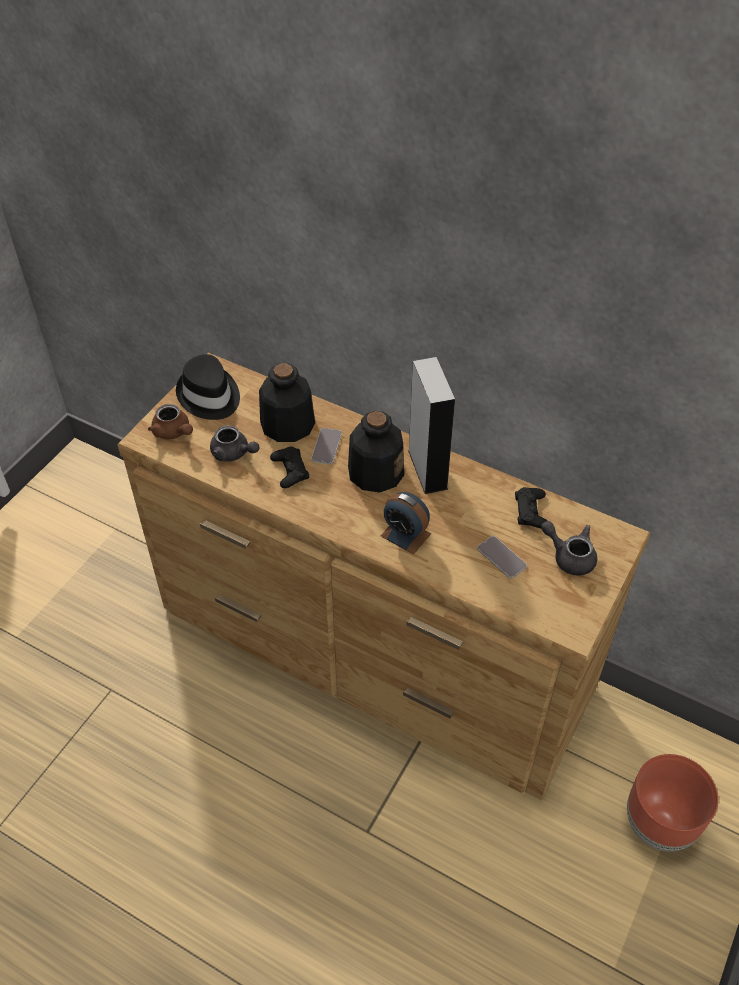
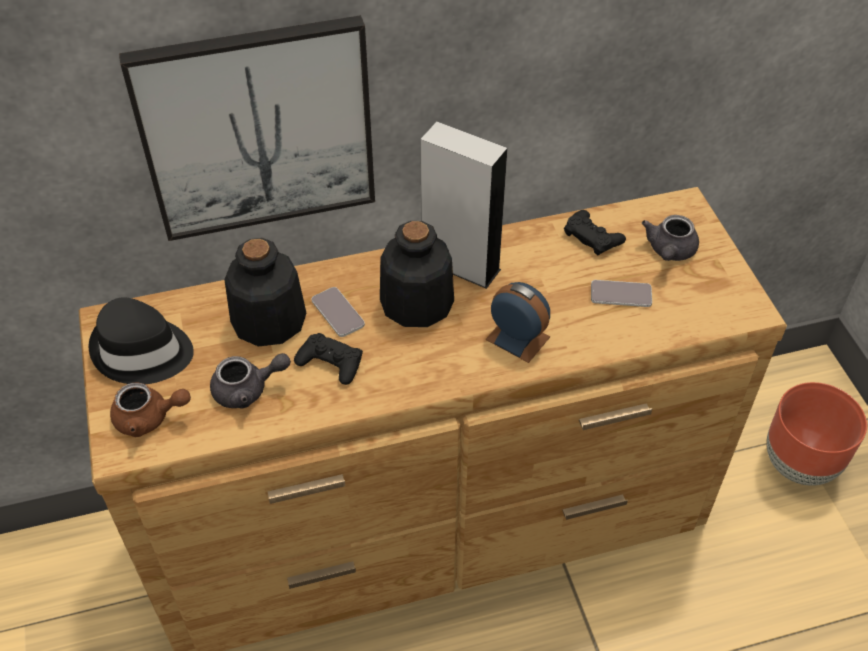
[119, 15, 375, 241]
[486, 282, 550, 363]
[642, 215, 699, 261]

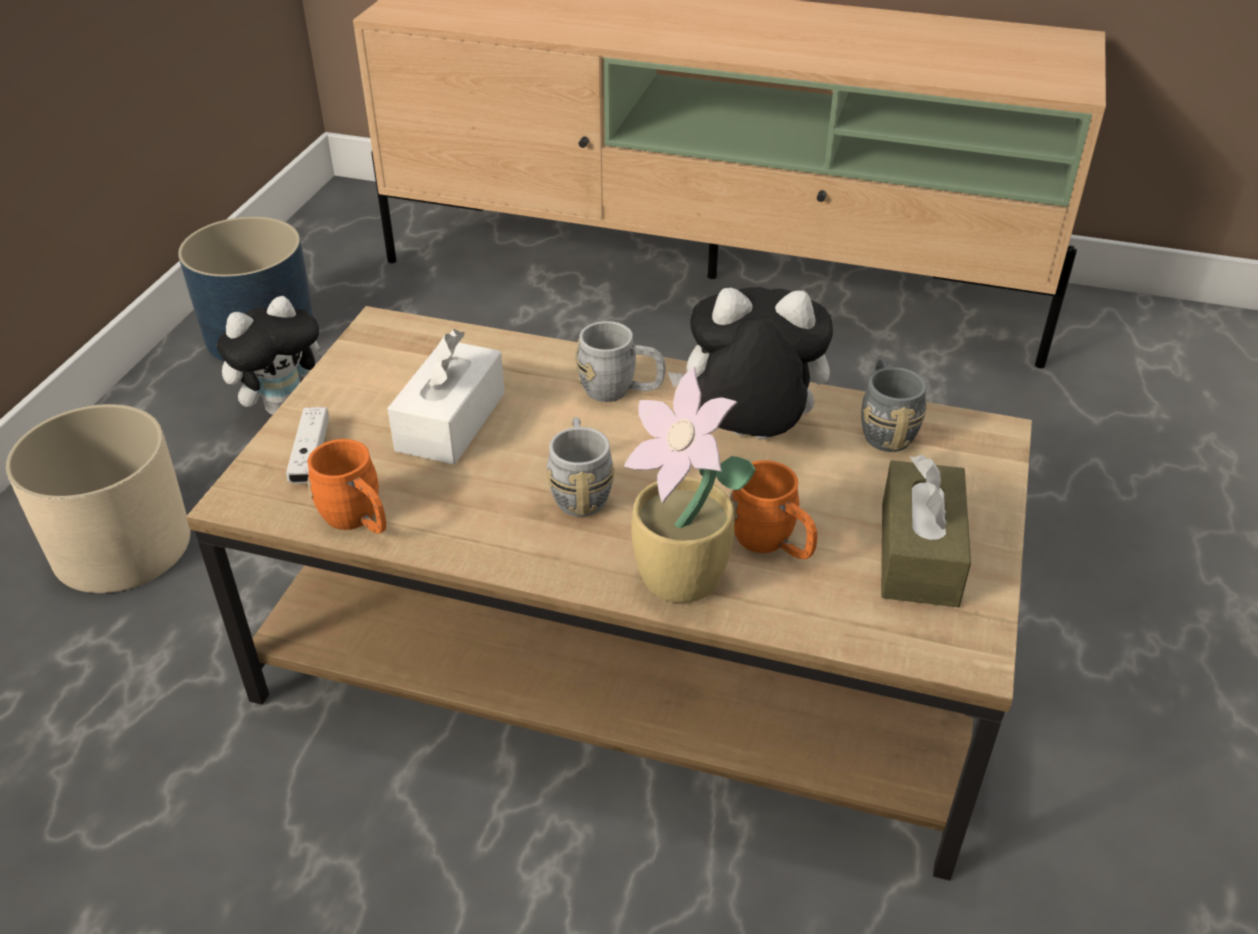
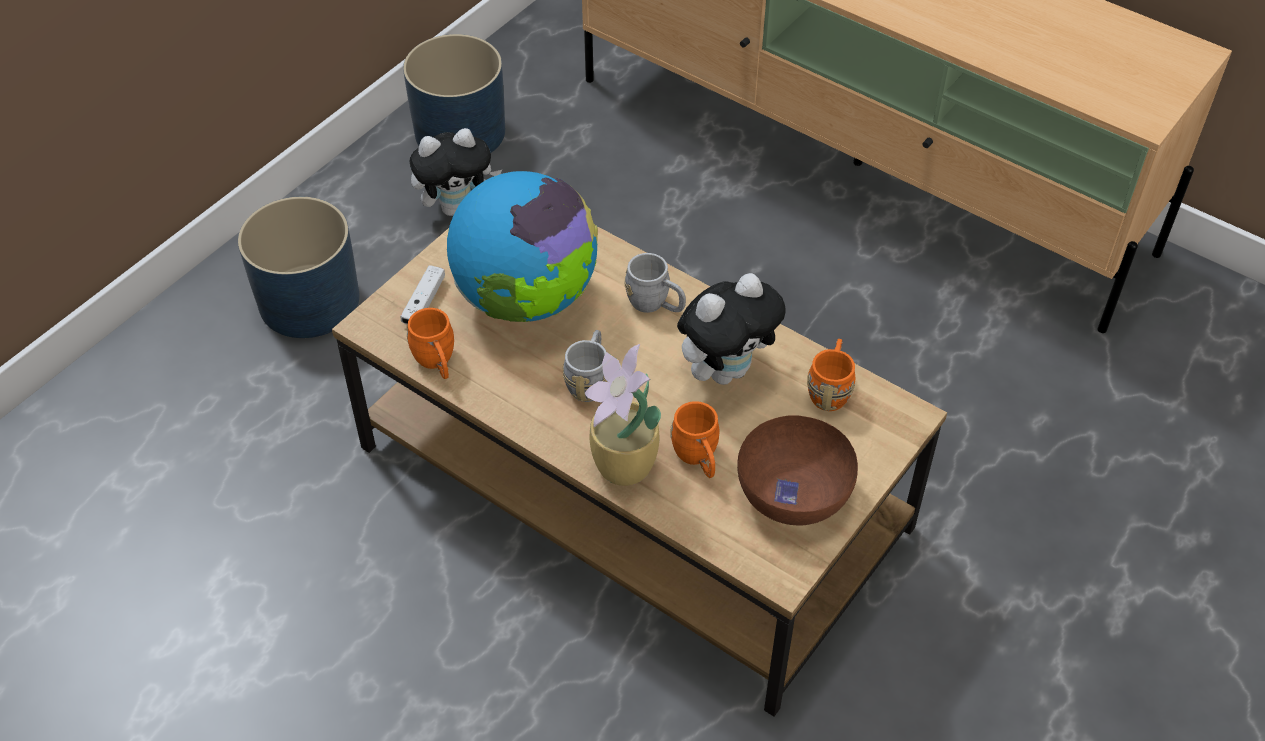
[238, 197, 360, 338]
[447, 171, 598, 322]
[677, 273, 785, 385]
[737, 415, 858, 525]
[807, 339, 856, 411]

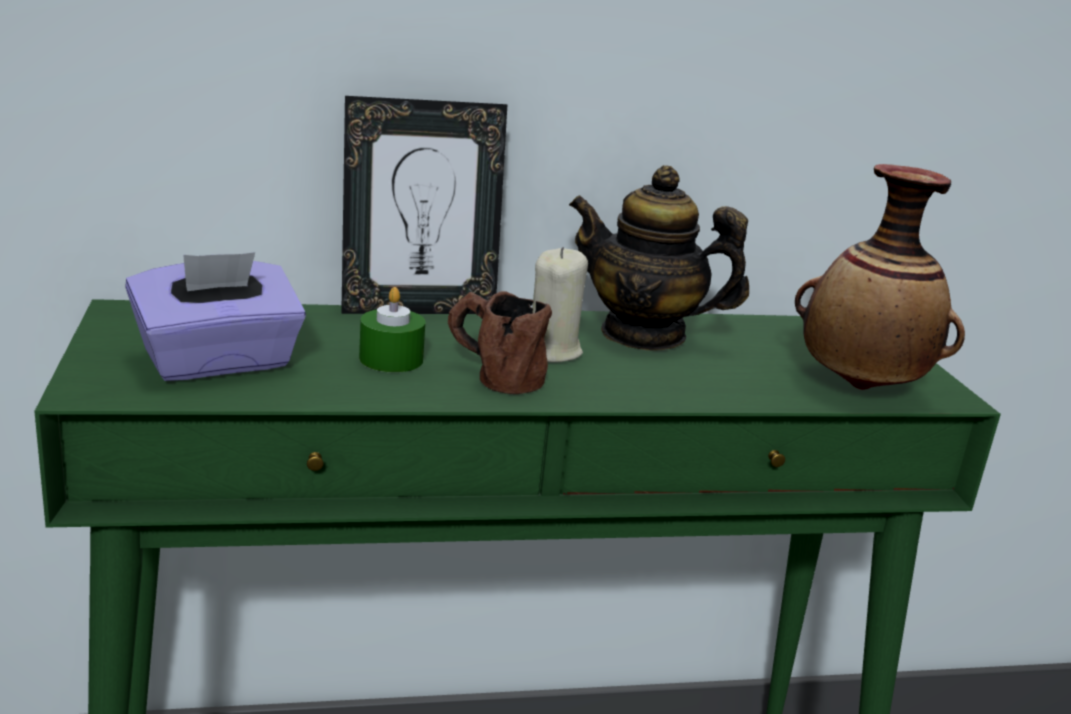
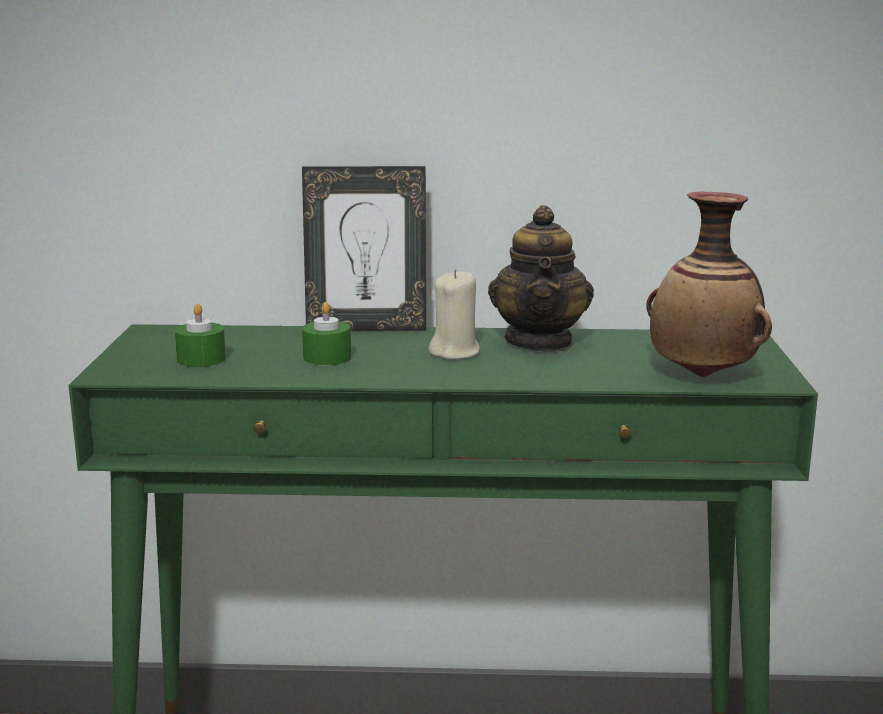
[175, 303, 226, 367]
[488, 205, 594, 352]
[448, 291, 552, 394] (first image)

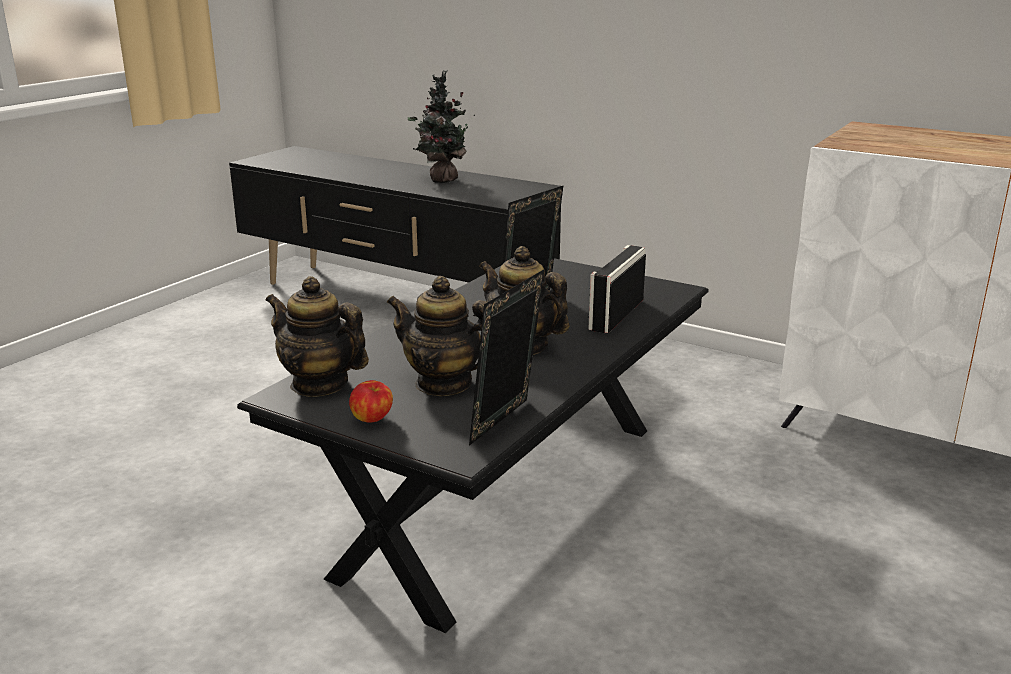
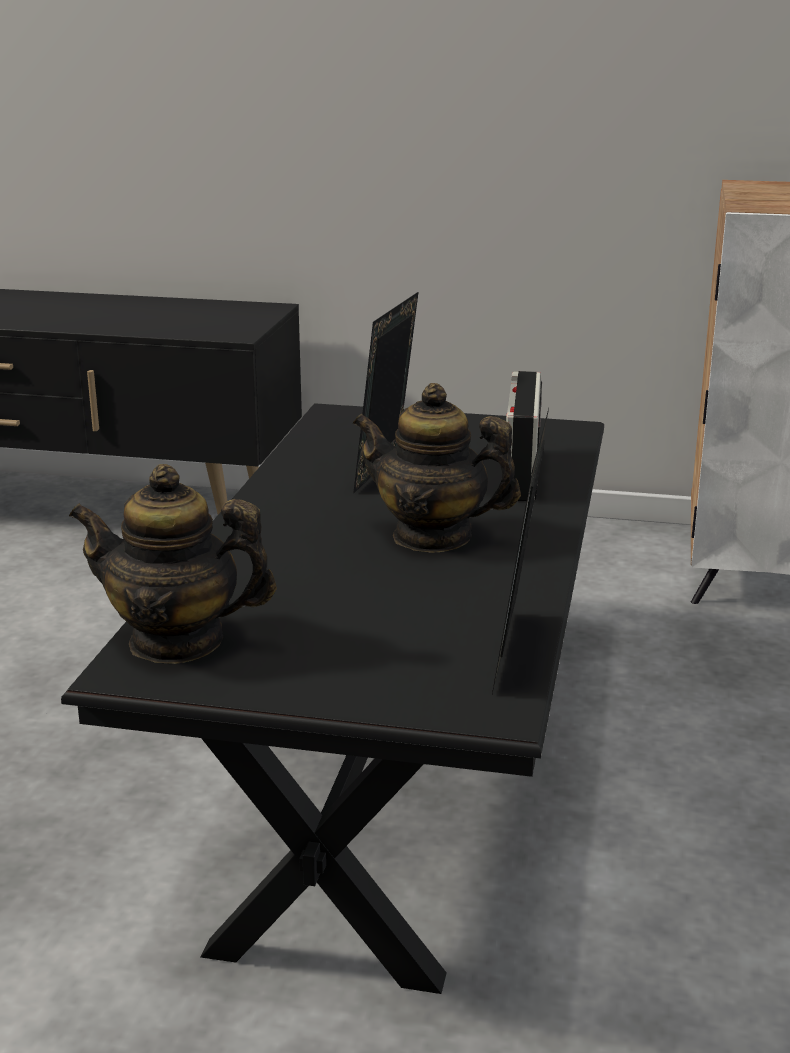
[349, 380, 393, 423] (first image)
[387, 276, 487, 396] (first image)
[408, 70, 475, 183] (first image)

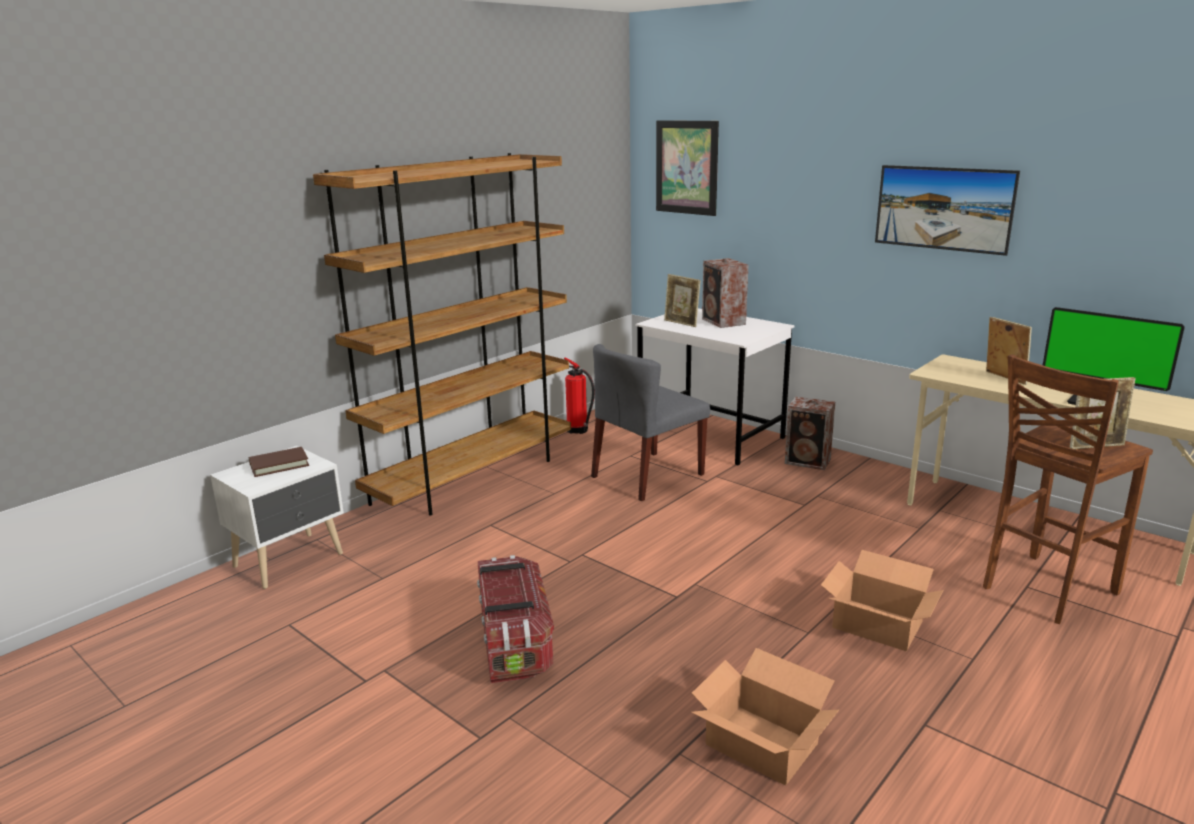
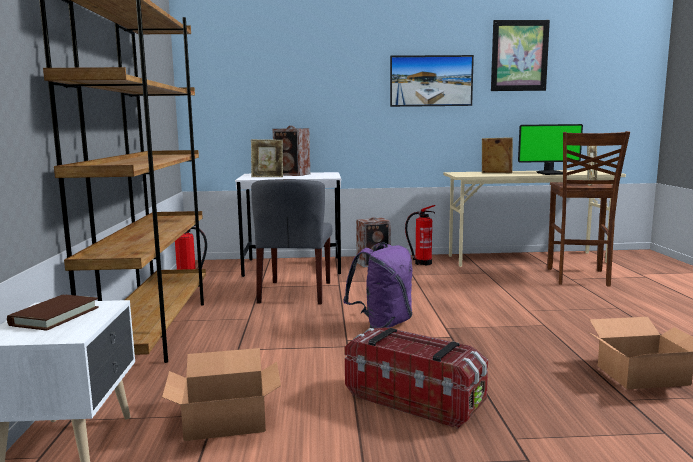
[162, 348, 281, 441]
[343, 242, 413, 328]
[405, 205, 435, 266]
[491, 20, 550, 91]

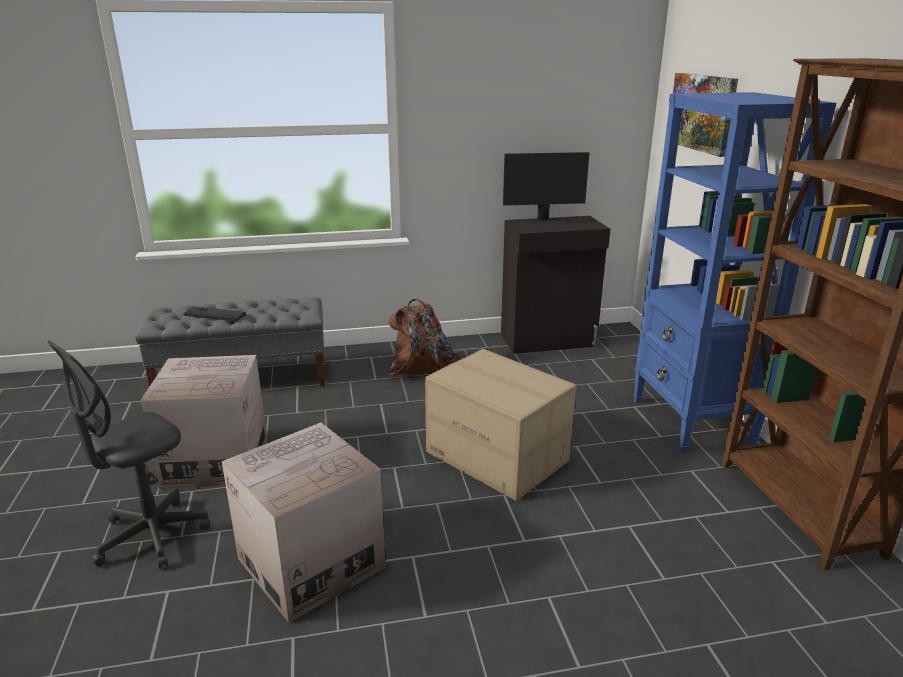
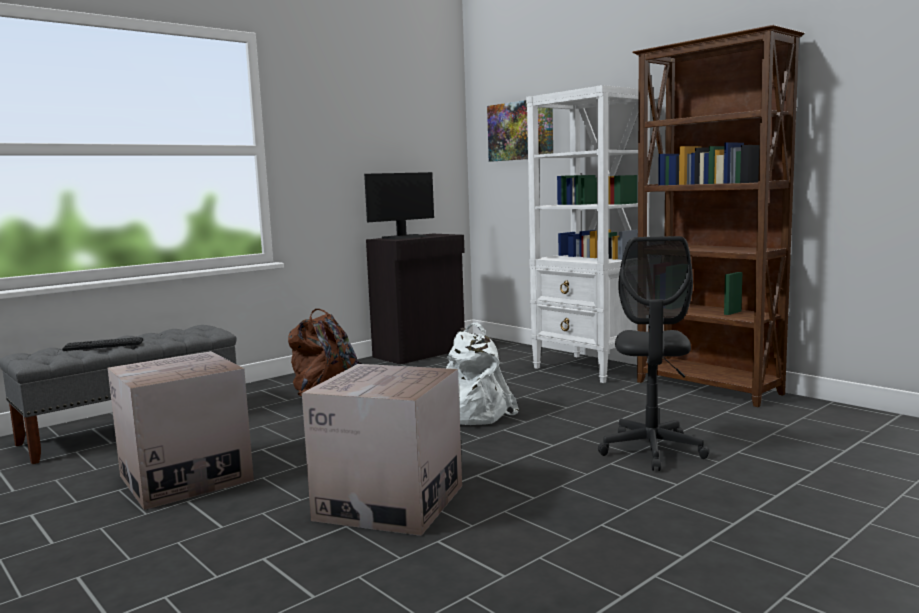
[446, 323, 519, 425]
[526, 85, 650, 383]
[598, 236, 709, 471]

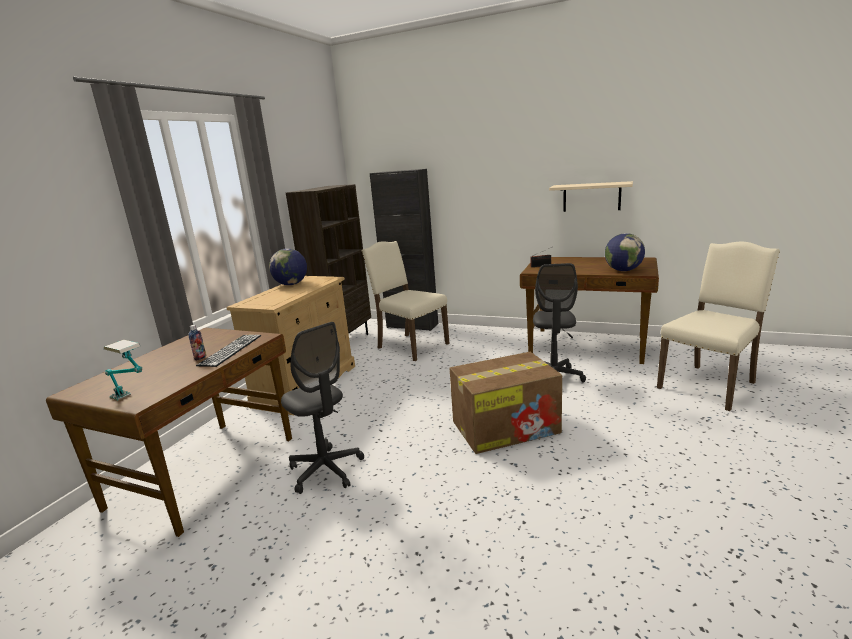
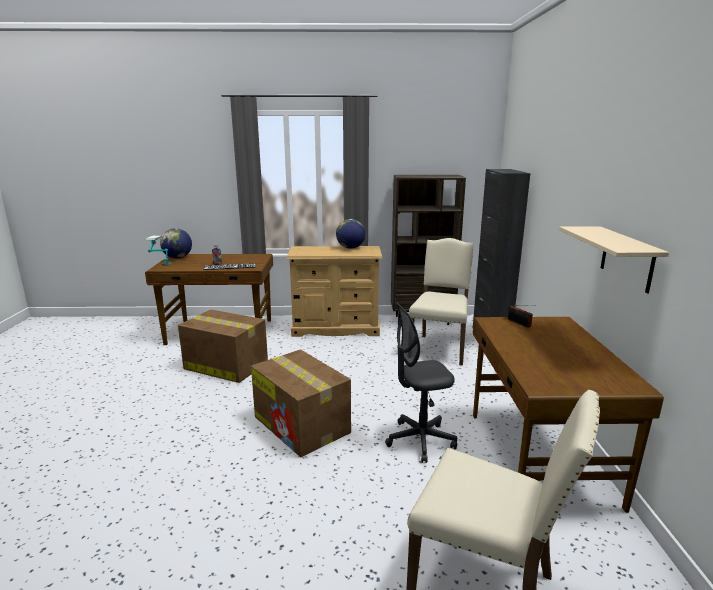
[160, 228, 192, 259]
[178, 310, 268, 383]

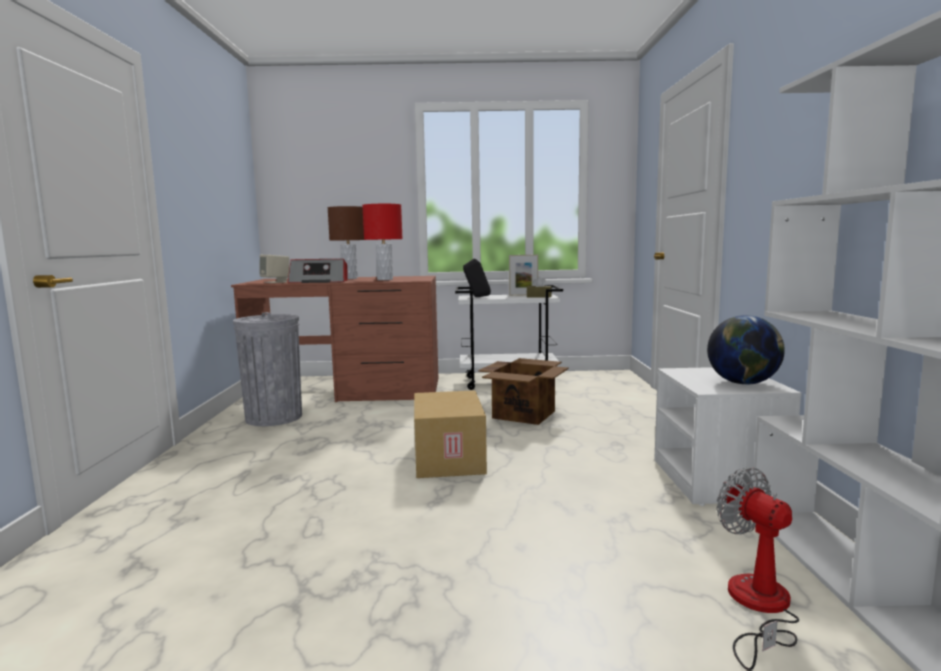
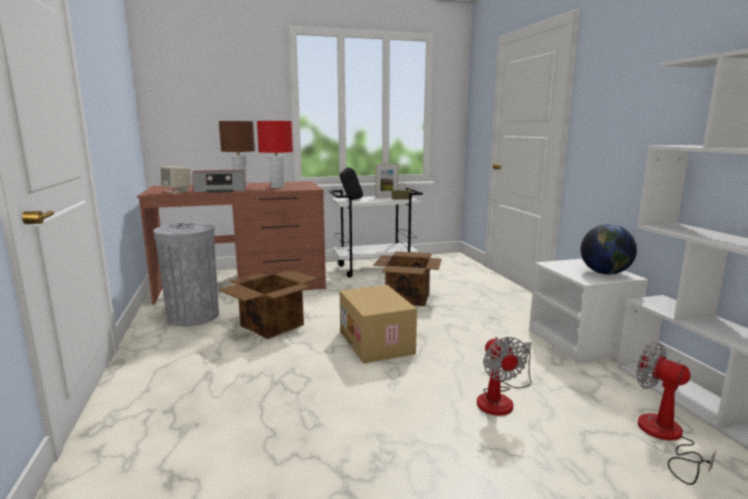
[218, 270, 318, 339]
[477, 337, 531, 416]

